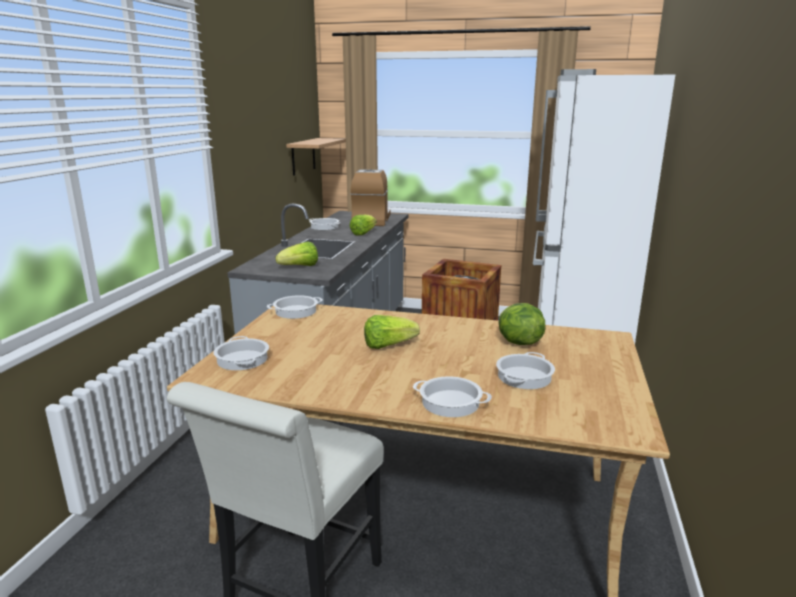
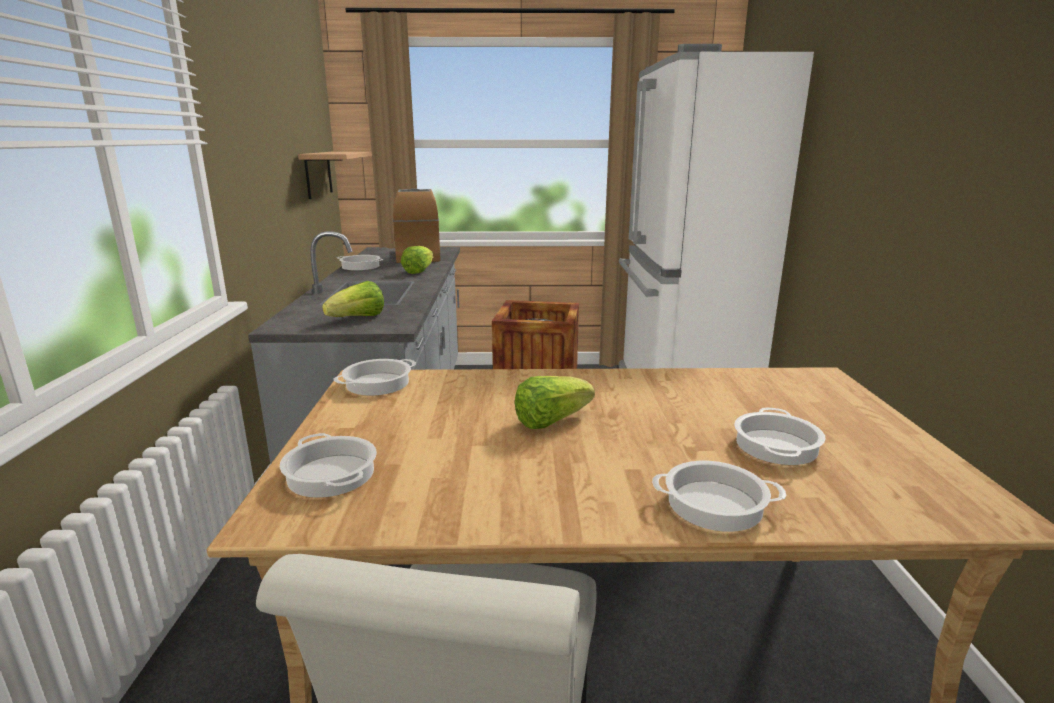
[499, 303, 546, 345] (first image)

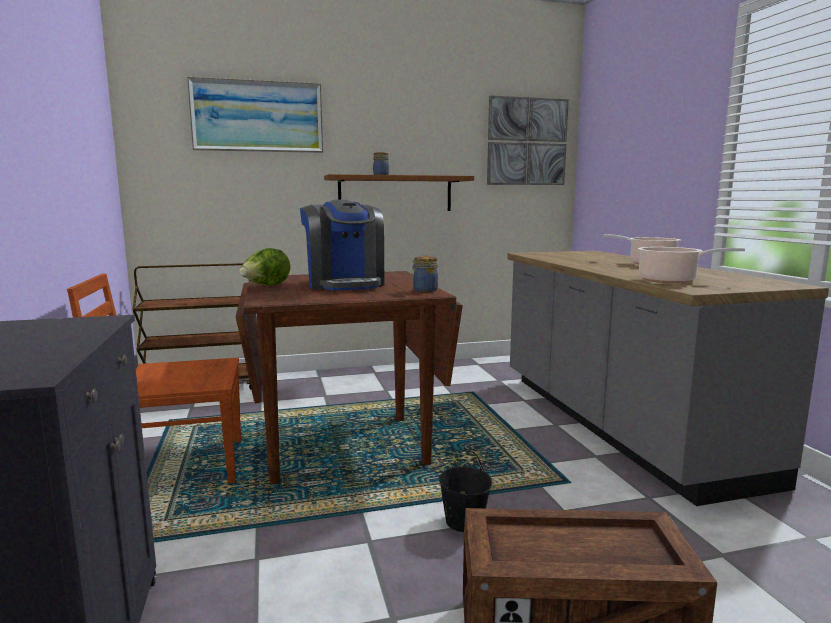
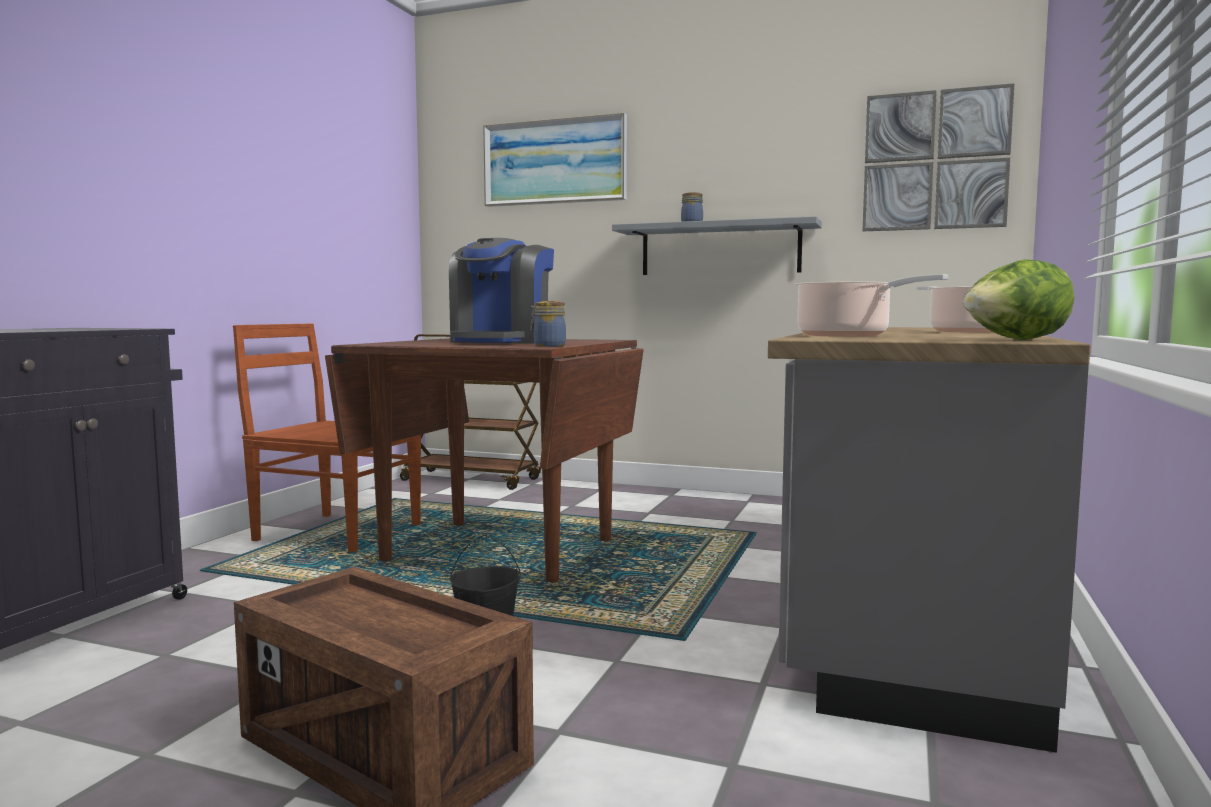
[612, 216, 822, 275]
[963, 259, 1075, 340]

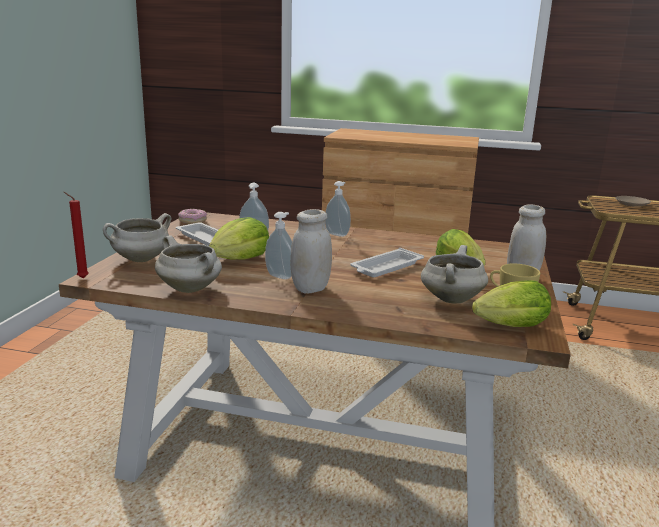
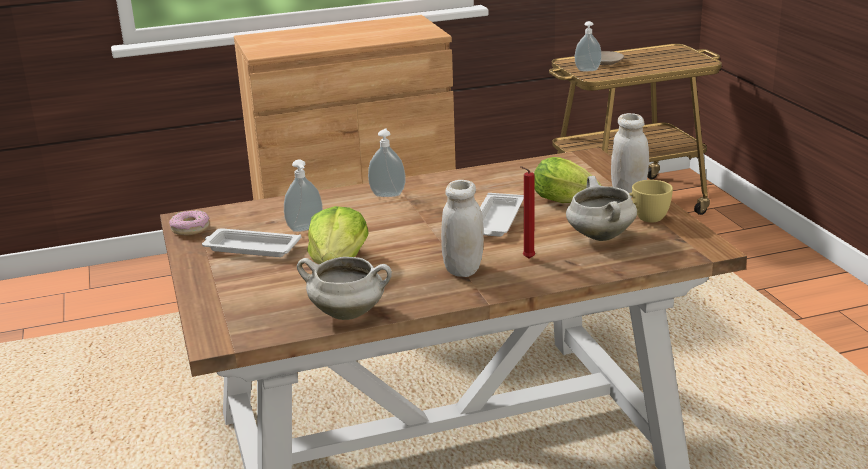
[520, 166, 535, 259]
[575, 21, 602, 71]
[103, 213, 172, 262] (first image)
[472, 280, 551, 327] (first image)

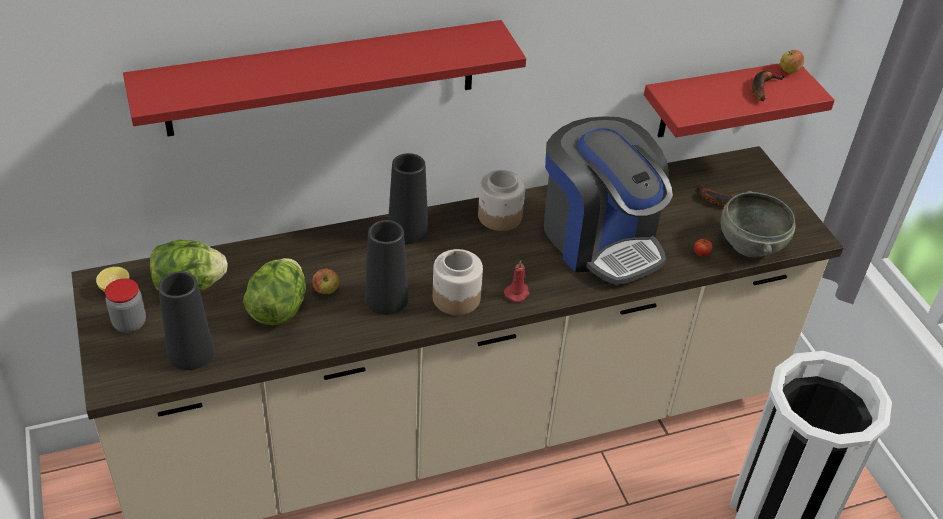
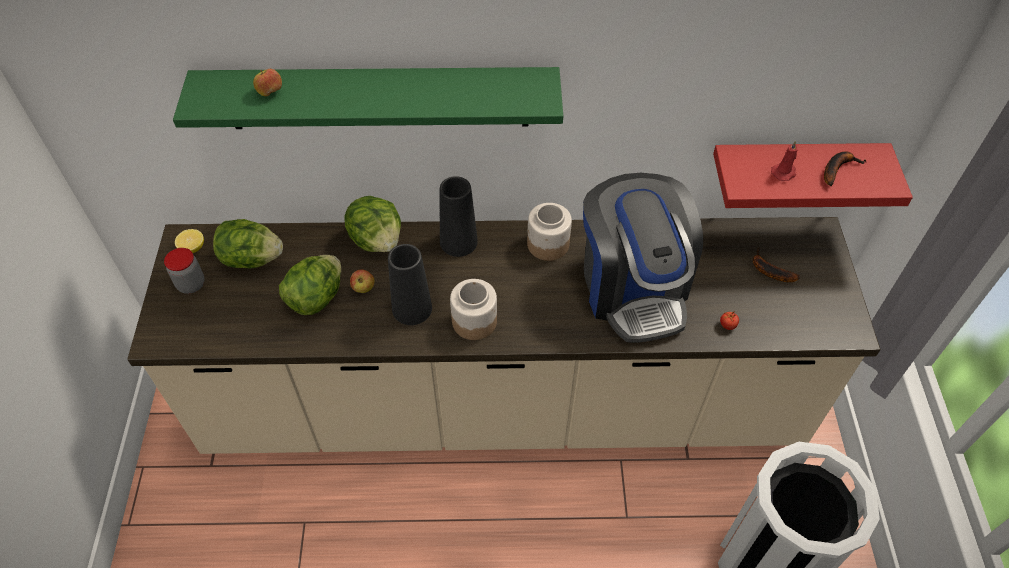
[173, 67, 563, 129]
[253, 69, 282, 96]
[345, 196, 401, 252]
[771, 141, 798, 181]
[158, 271, 214, 370] (first image)
[721, 191, 795, 258] (first image)

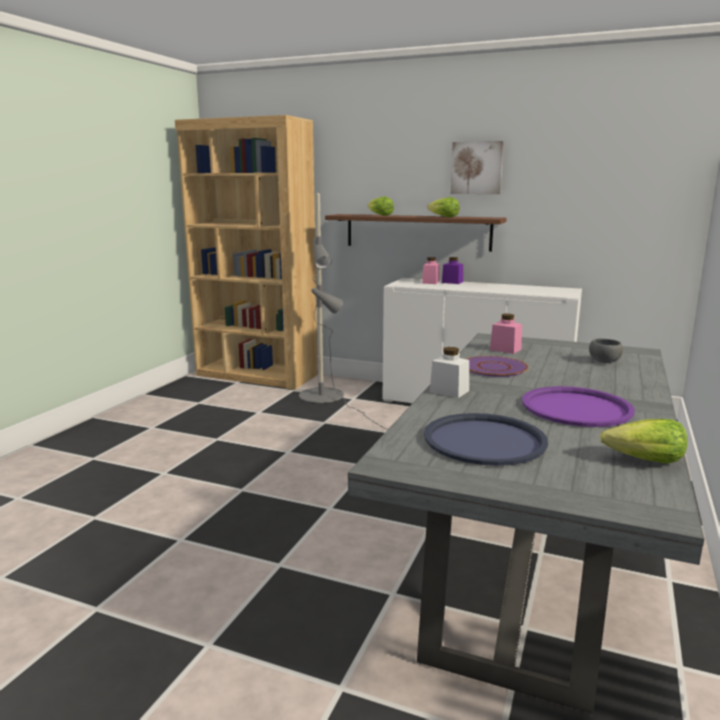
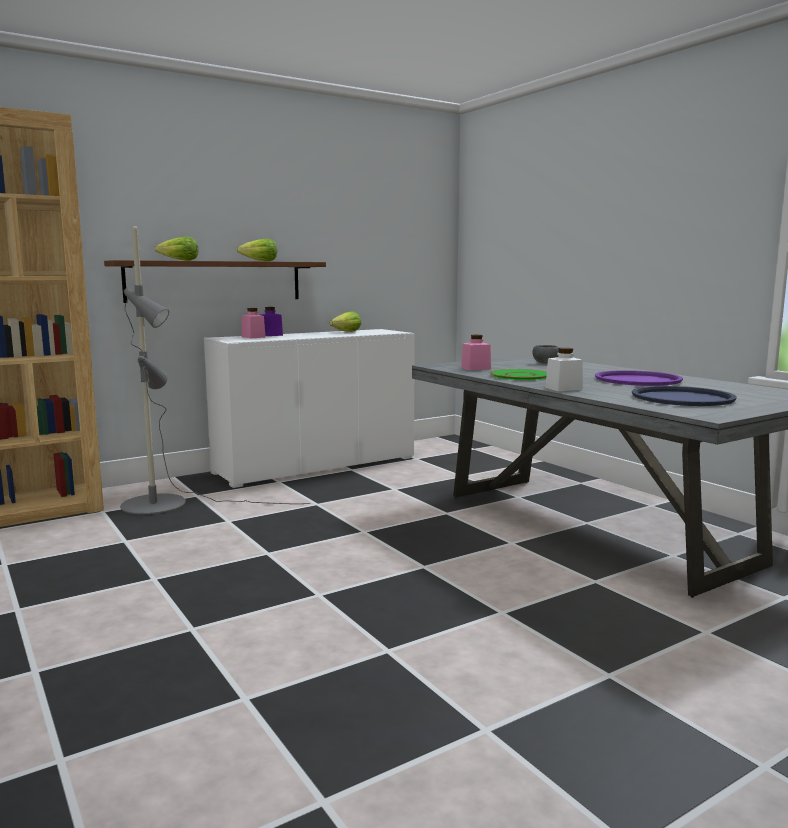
[330, 311, 362, 332]
[490, 369, 547, 380]
[451, 141, 504, 194] (first image)

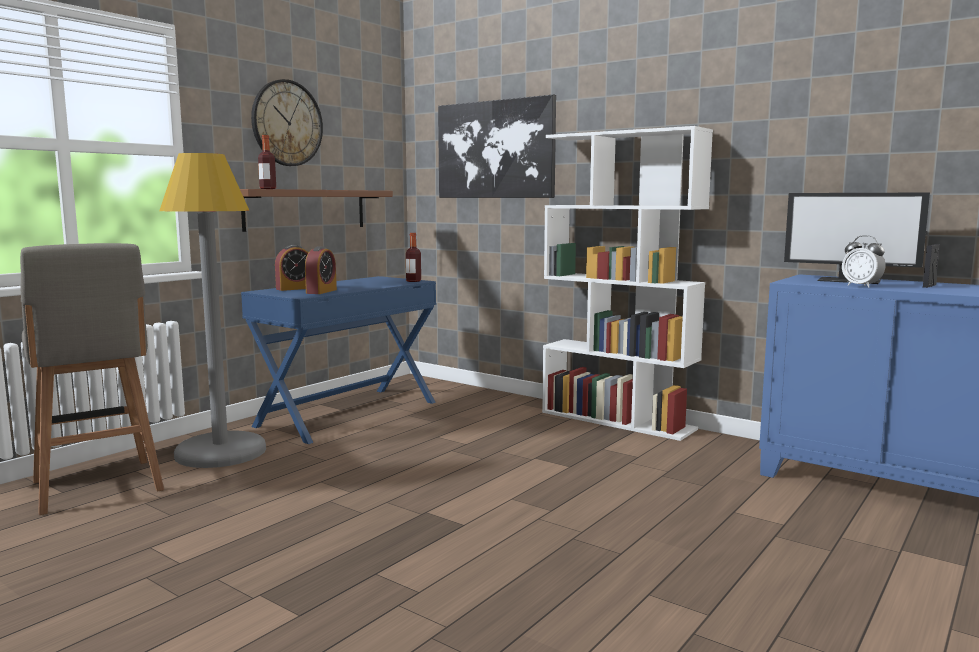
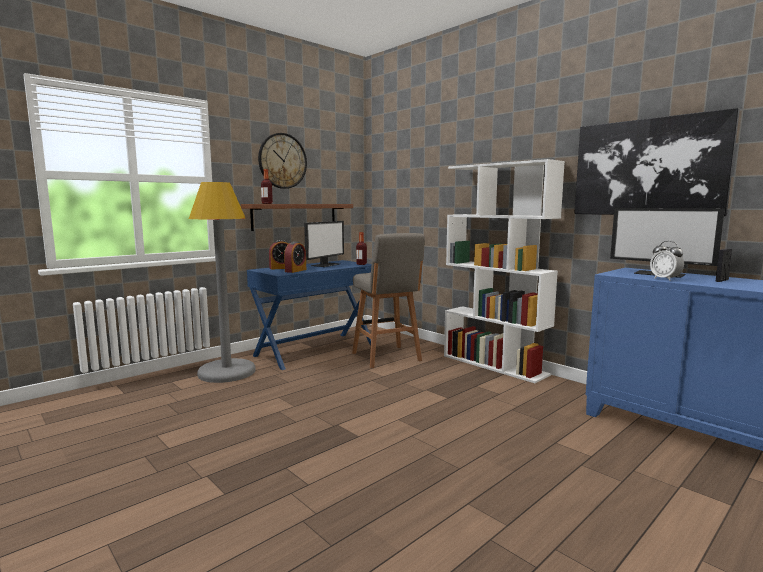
[304, 221, 344, 267]
[352, 233, 425, 369]
[574, 108, 740, 216]

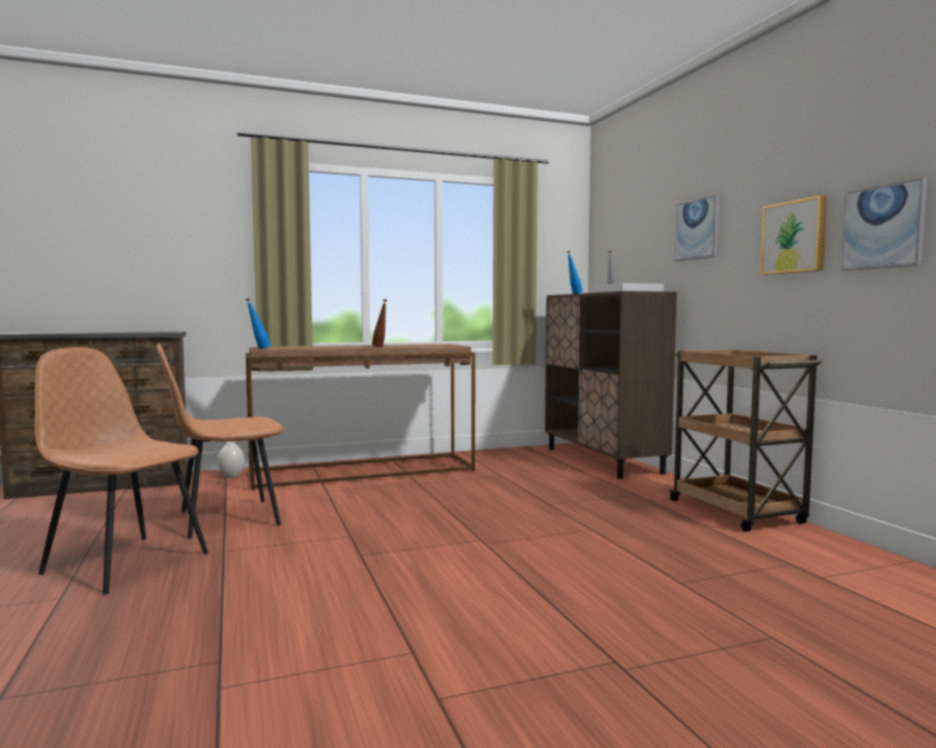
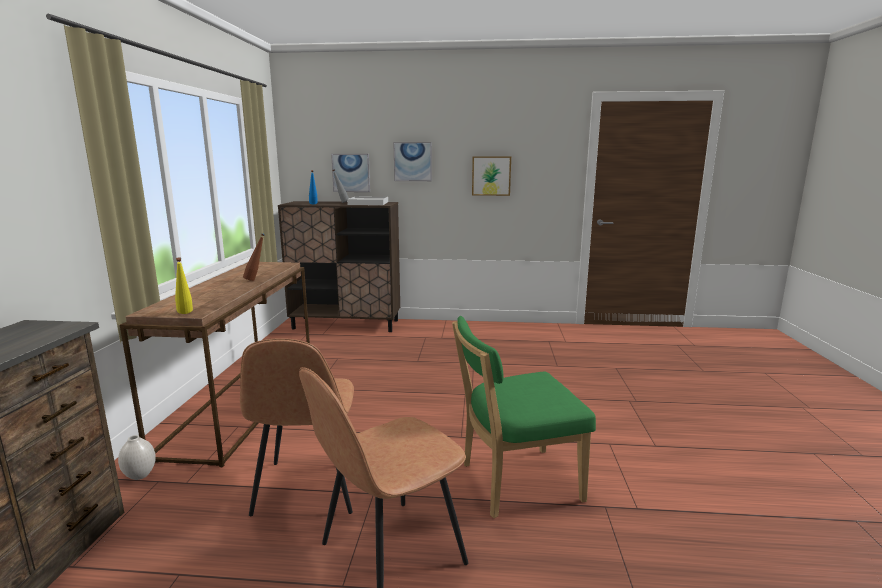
[175, 257, 193, 314]
[331, 154, 370, 192]
[452, 316, 596, 518]
[669, 349, 823, 532] (first image)

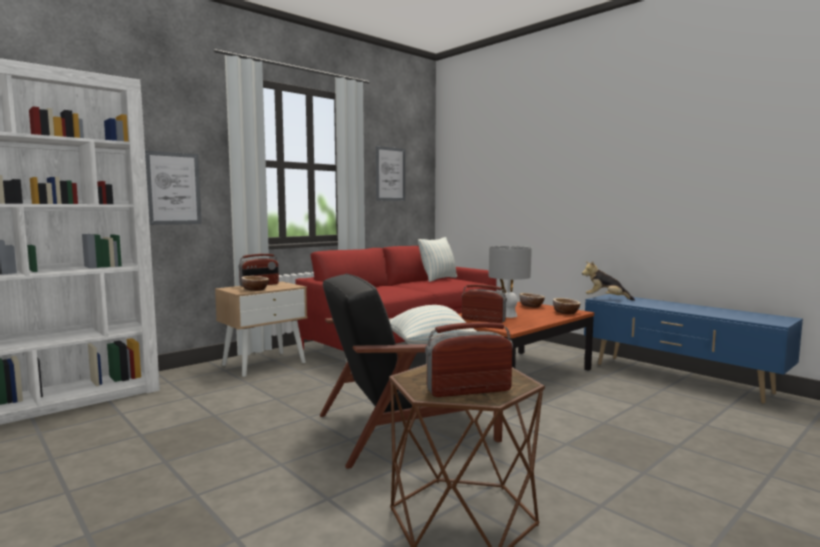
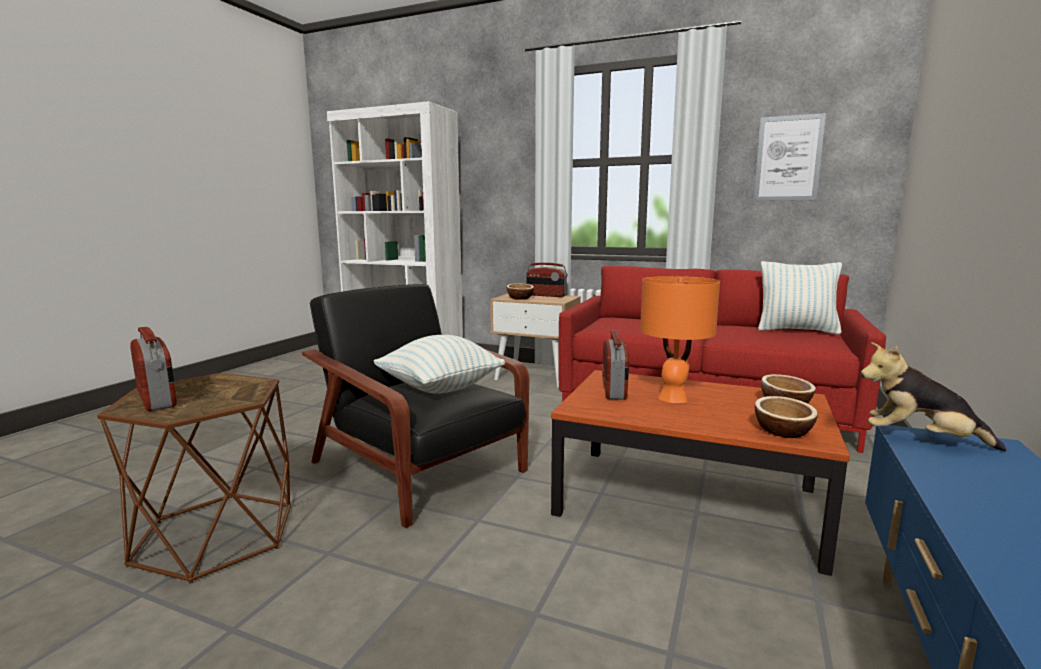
[640, 276, 720, 403]
[861, 342, 1007, 451]
[145, 151, 202, 225] (first image)

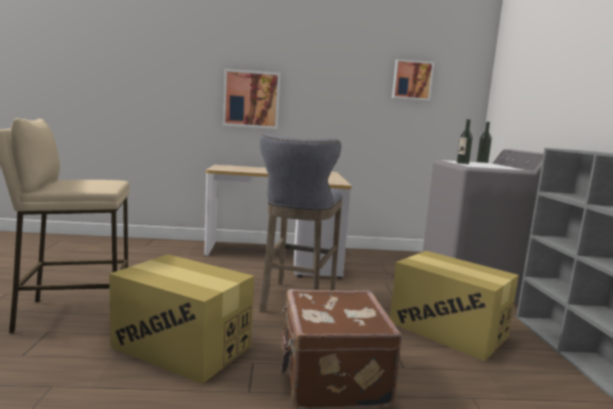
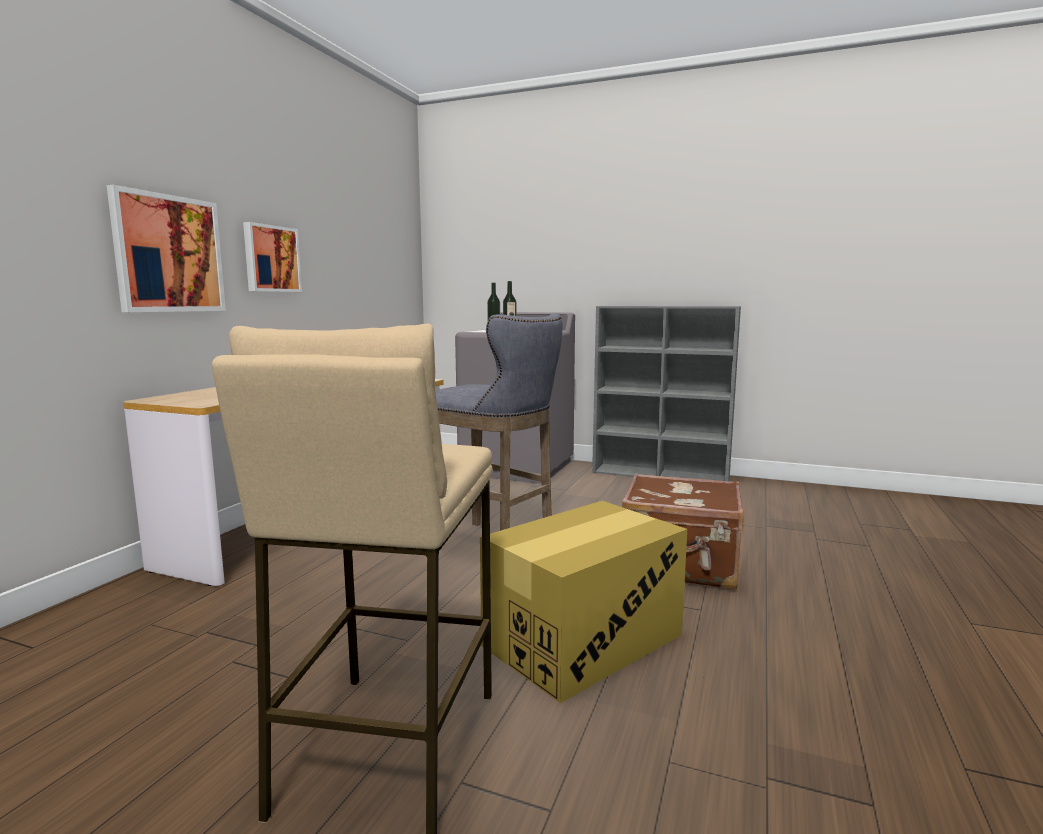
[243, 222, 302, 292]
[390, 251, 519, 361] (first image)

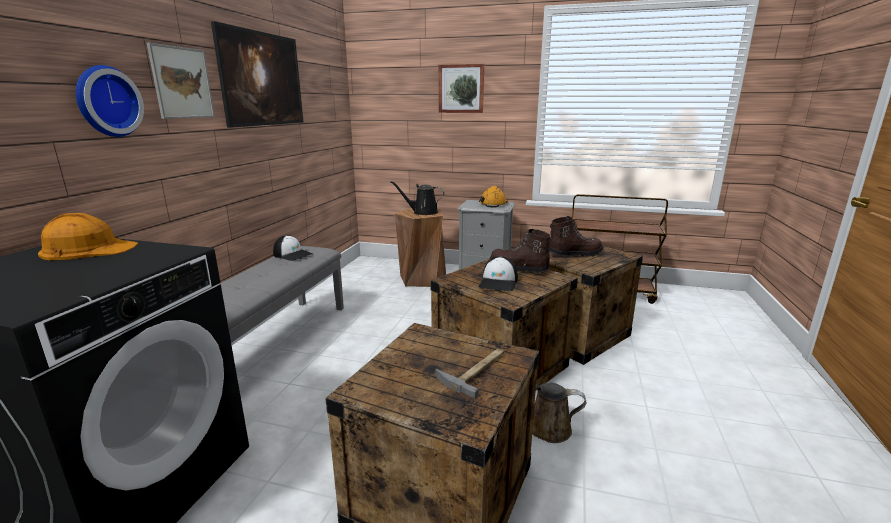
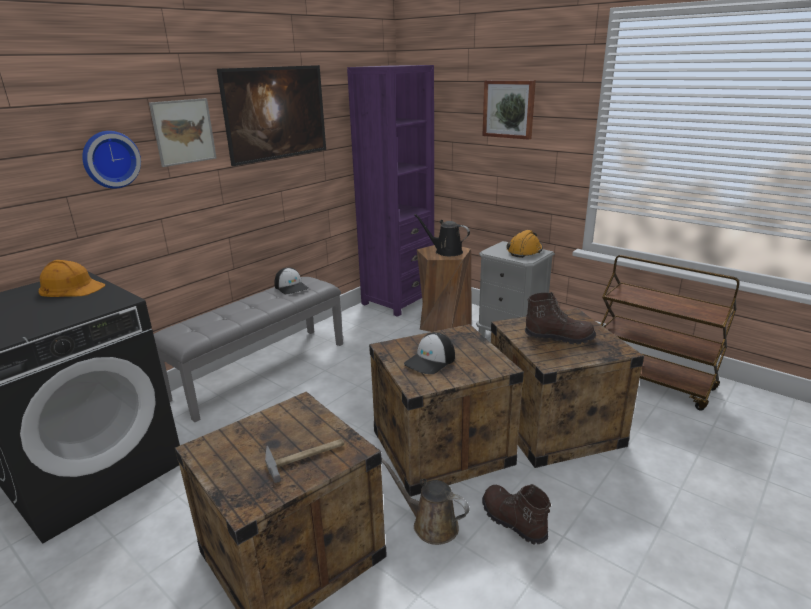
[347, 65, 434, 317]
[482, 484, 551, 544]

